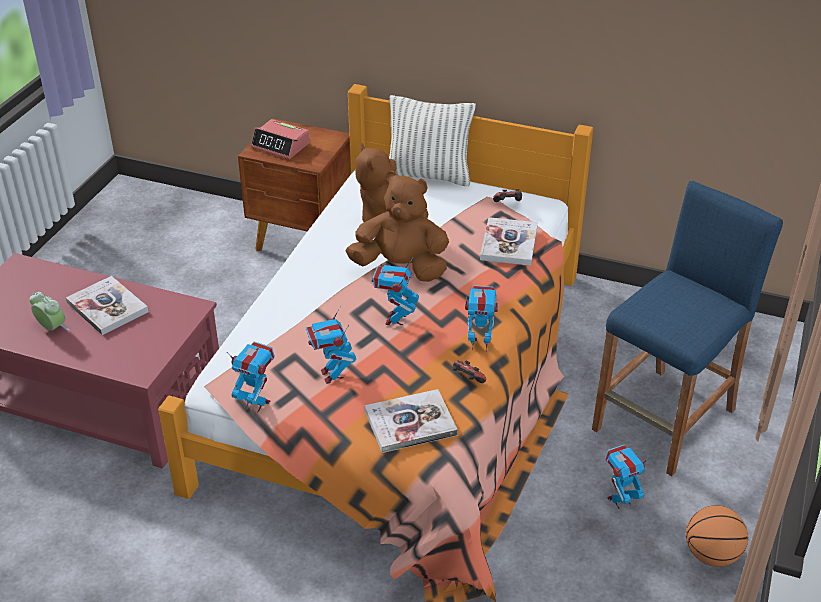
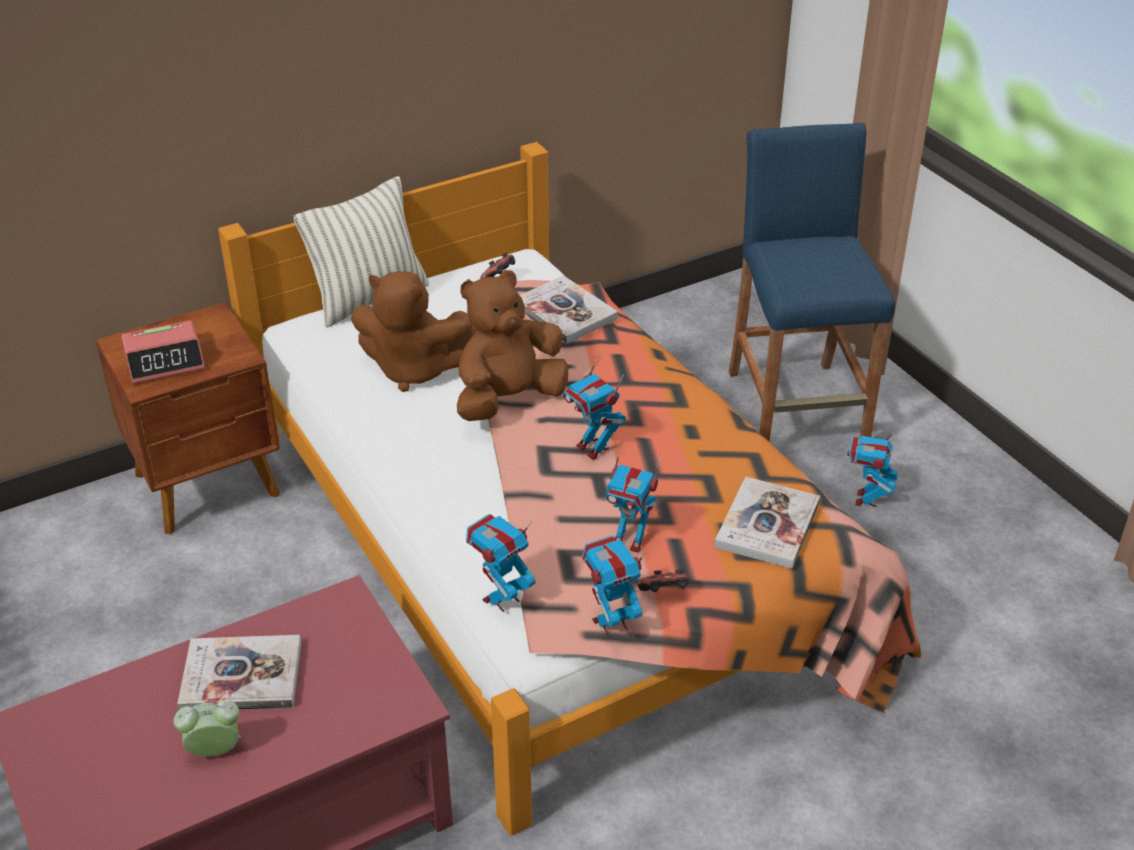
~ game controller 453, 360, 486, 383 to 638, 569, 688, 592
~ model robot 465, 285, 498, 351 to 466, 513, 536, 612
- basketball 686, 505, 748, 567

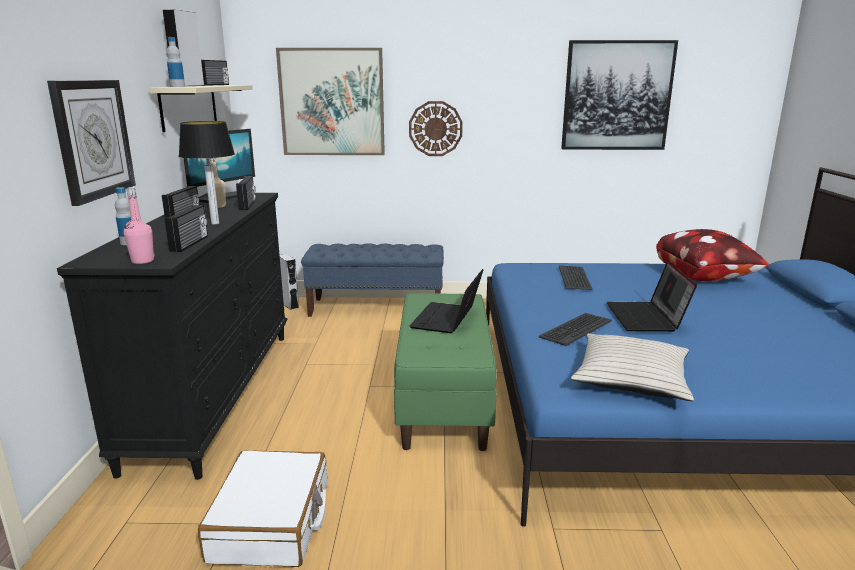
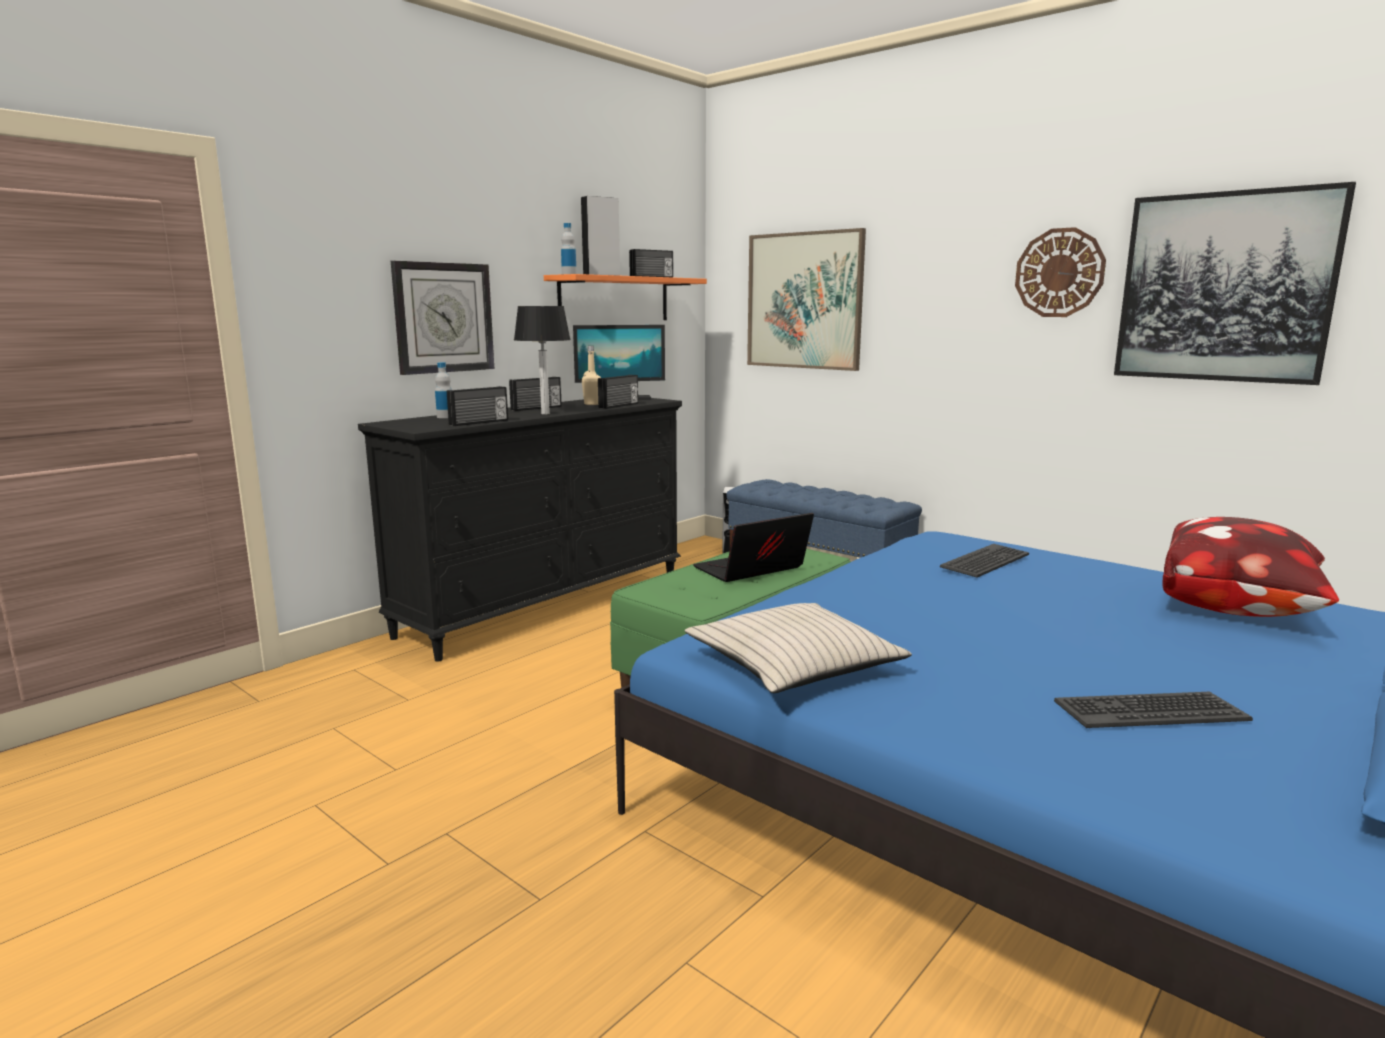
- pinkish drink bottle 124, 187, 154, 264
~ beige-coloured bracket shelf 149, 85, 253, 132 to orange-coloured bracket shelf 544, 274, 707, 320
- white-coloured travel case 198, 450, 327, 567
~ wall clock 409, 101, 463, 156 to 1015, 227, 1106, 317
~ PC keyboard 539, 313, 612, 346 to 1054, 692, 1253, 728
- laptop 606, 261, 697, 332

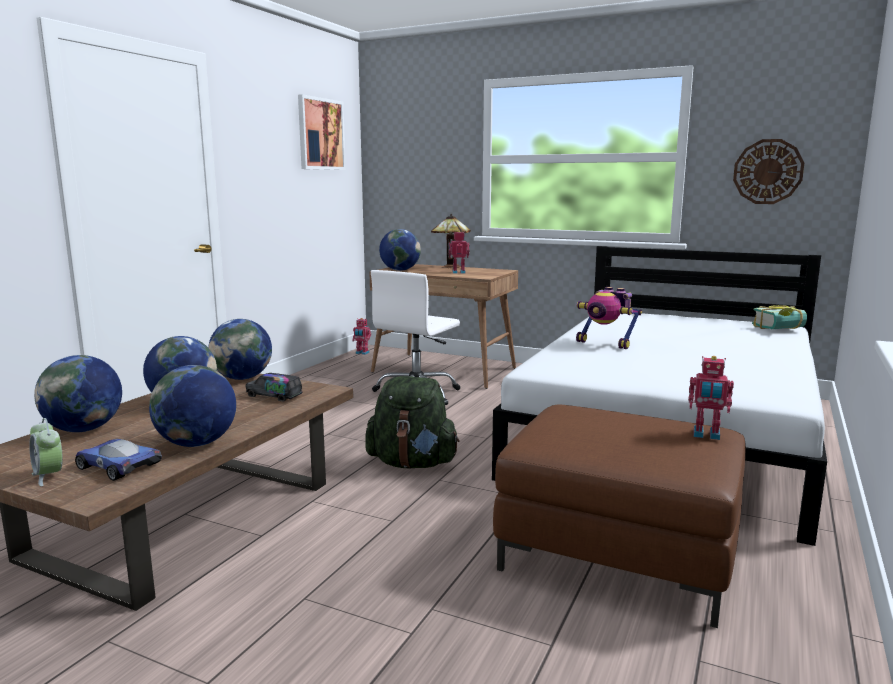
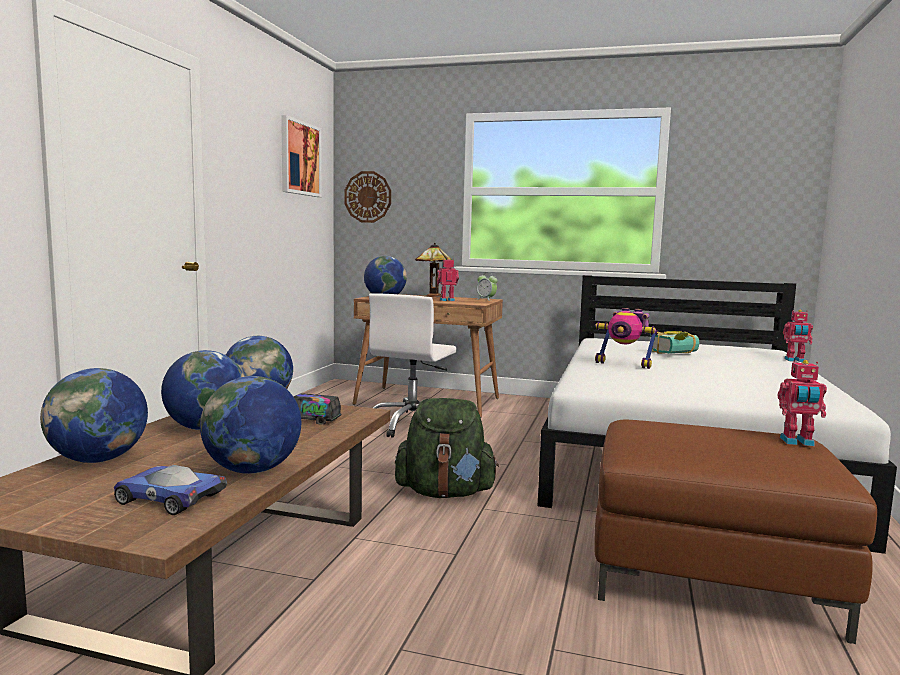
~ alarm clock 29, 418, 63, 486 to 477, 274, 497, 301
~ model robot 352, 318, 371, 355 to 783, 310, 813, 362
~ wall clock 733, 139, 804, 204 to 344, 171, 391, 223
~ book 752, 305, 807, 329 to 650, 331, 700, 354

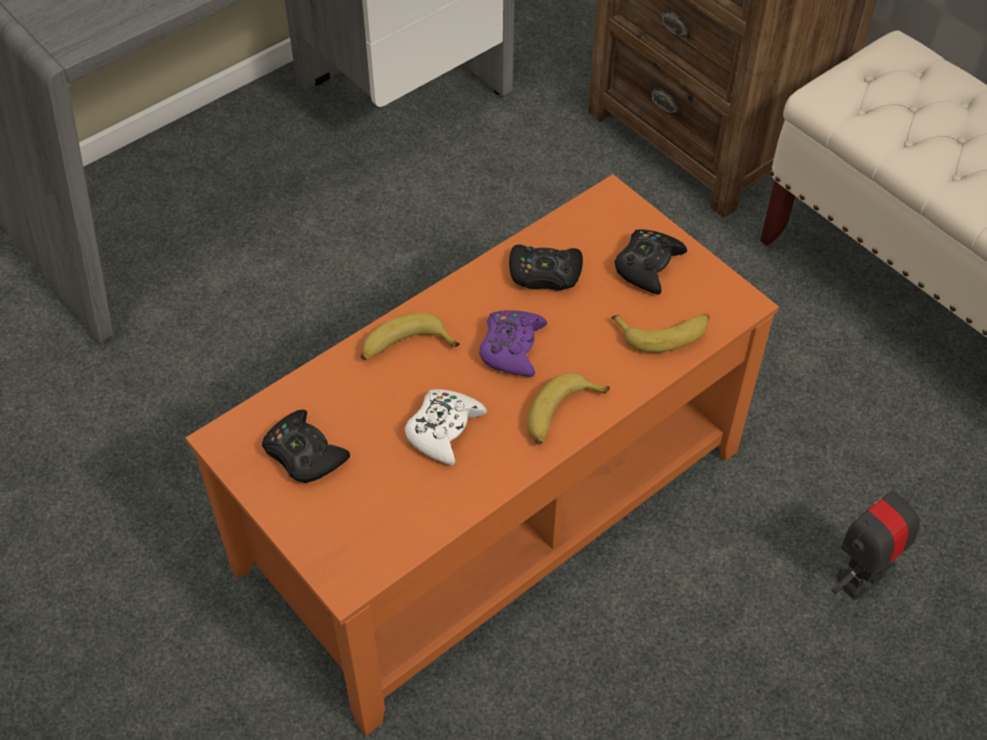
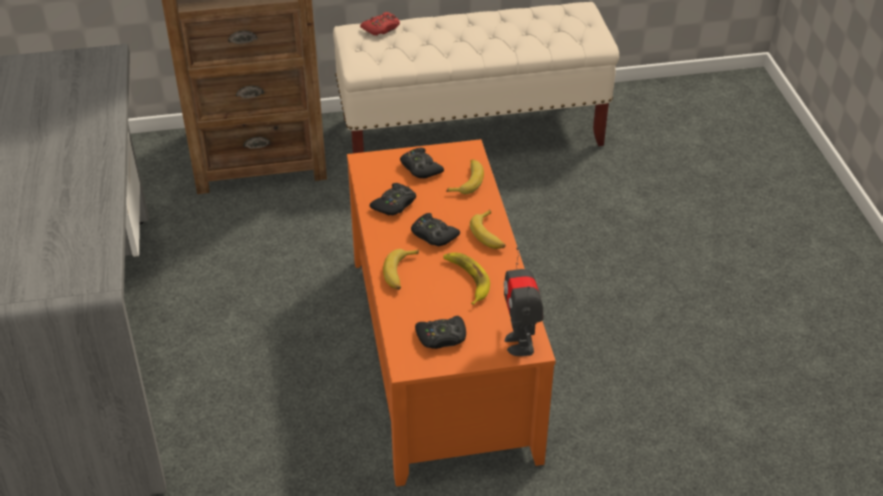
~ white-coloured game controller 405, 389, 487, 465 to whole banana 443, 253, 490, 305
~ purple-coloured game controller 479, 310, 547, 377 to blackish game controller 411, 213, 460, 246
~ model robot 832, 477, 922, 600 to 504, 247, 543, 356
+ red game controller 360, 12, 400, 36

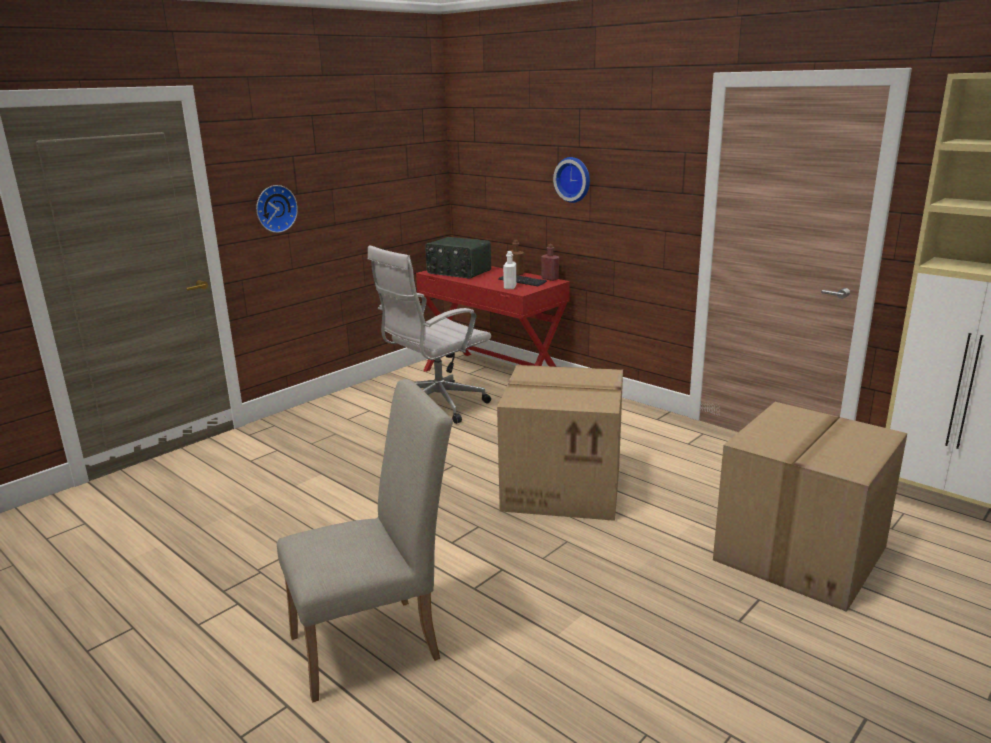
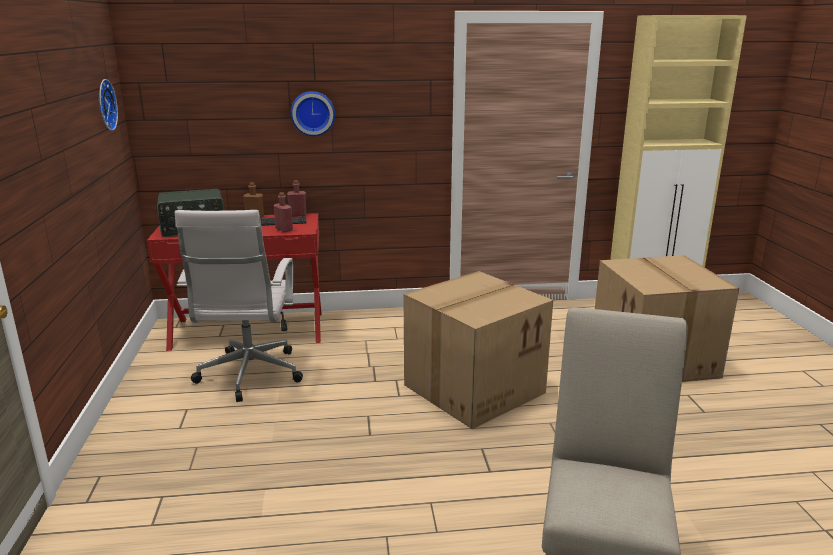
~ wall clock 256, 185, 298, 233 to 99, 79, 118, 131
~ white-coloured drink bottle 503, 251, 516, 289 to red drink bottle 274, 192, 293, 232

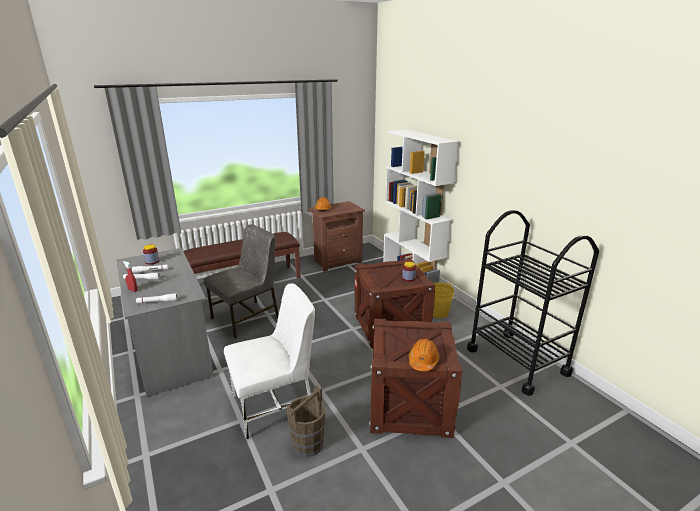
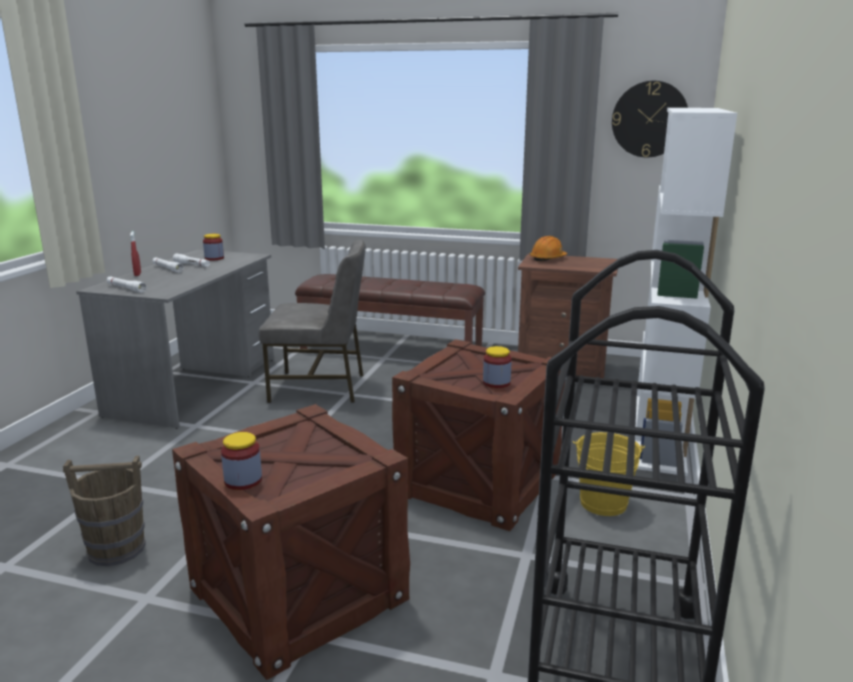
- white-coloured plain chair 224, 283, 315, 440
~ orange-coloured work helmet 409, 339, 439, 371 to jar 221, 432, 262, 490
+ wall clock 612, 81, 688, 157

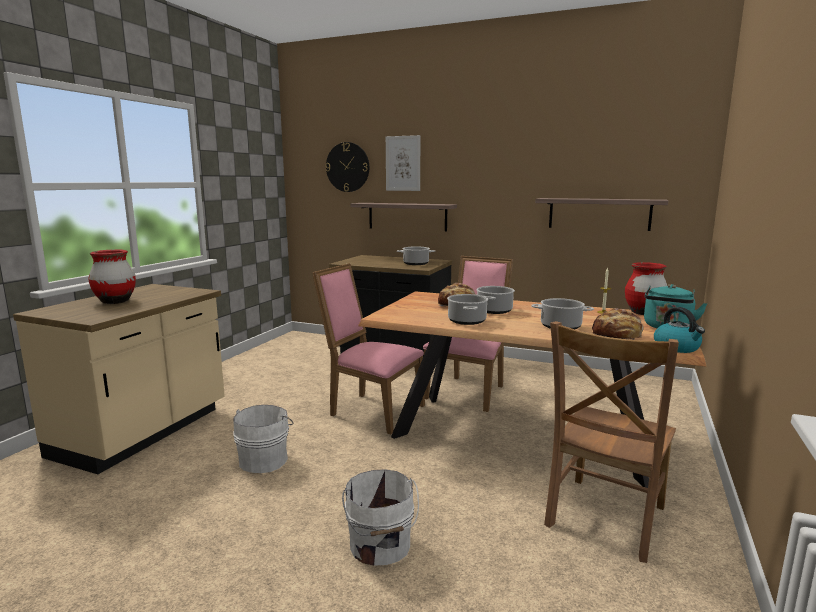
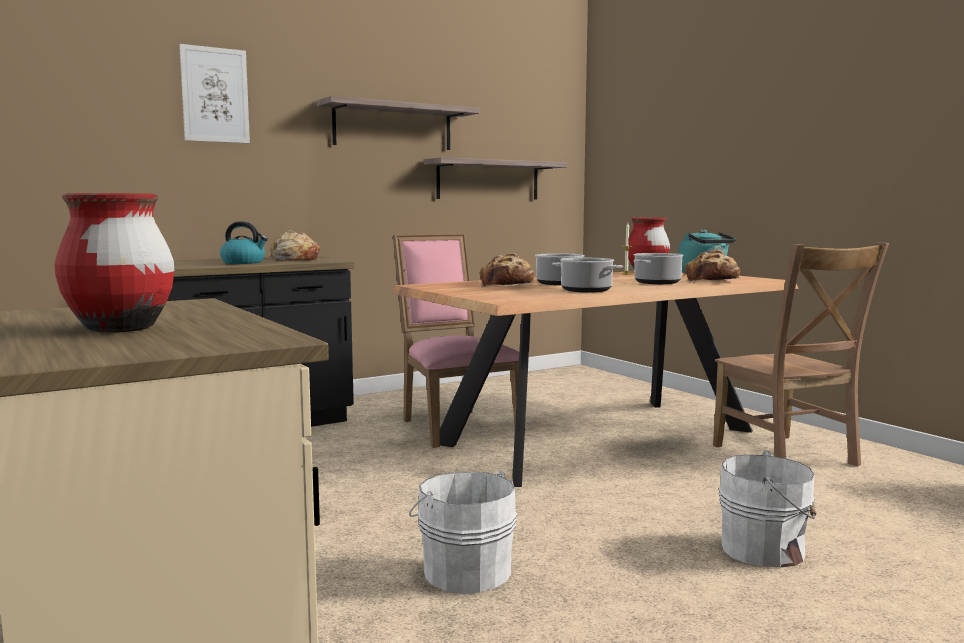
- pinkish plain chair 312, 263, 425, 434
- wall clock 325, 142, 369, 192
~ bracket shelf 350, 203, 457, 231 to 316, 96, 480, 150
~ saucepot 397, 246, 435, 265 to baked bread 270, 230, 320, 261
~ water kettle 654, 307, 705, 353 to 220, 221, 268, 264

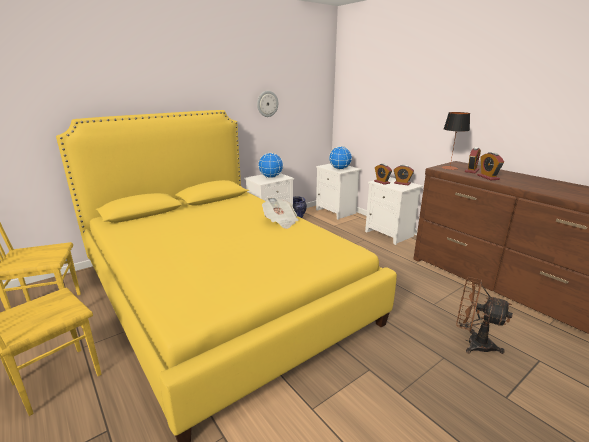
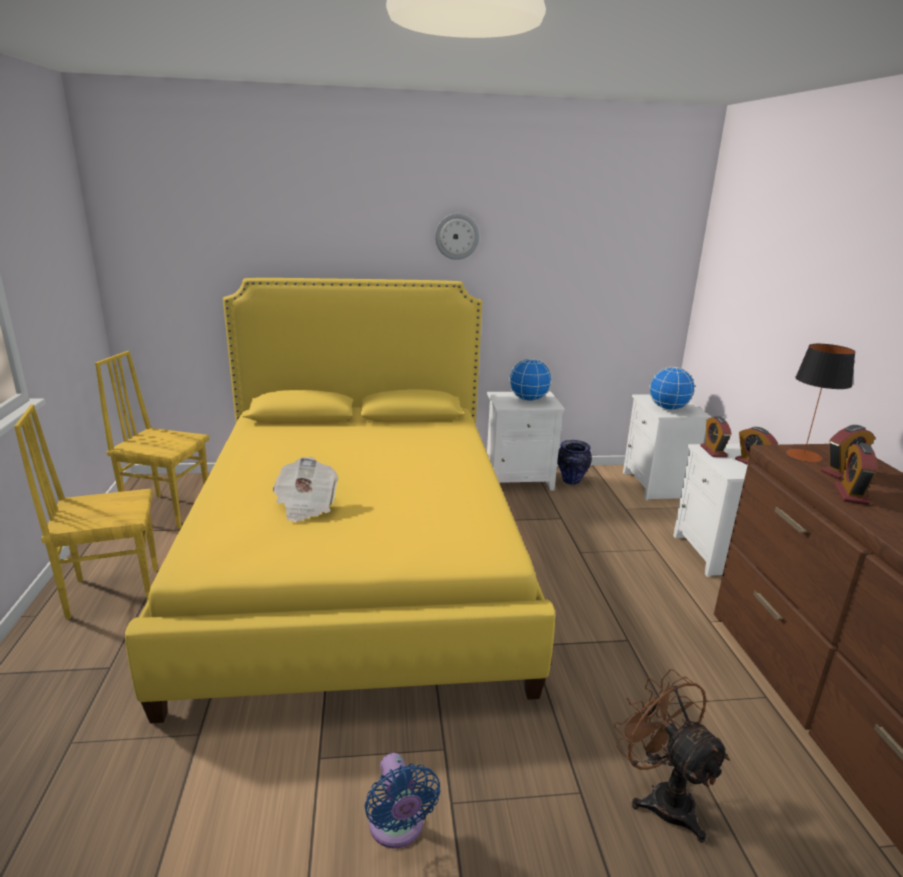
~ wall clock 257, 91, 278, 117 to 435, 213, 480, 260
~ printed paper 262, 197, 299, 229 to 273, 457, 338, 522
+ bluish cooling fan 364, 753, 440, 849

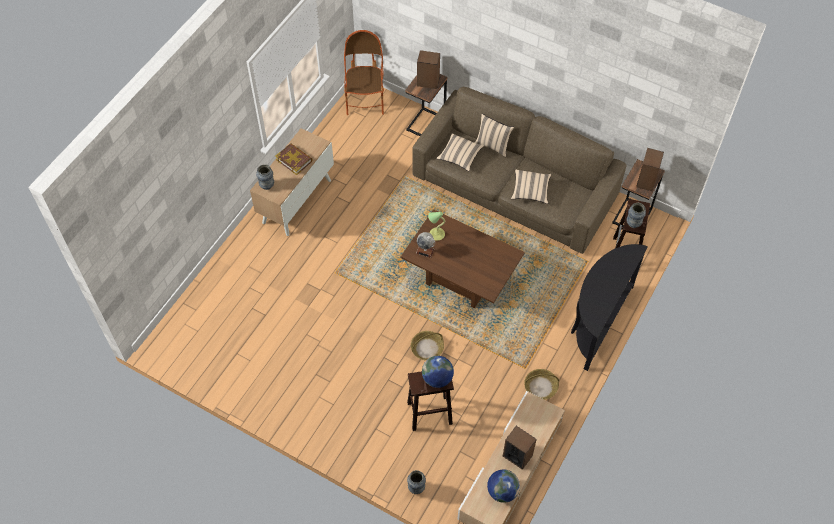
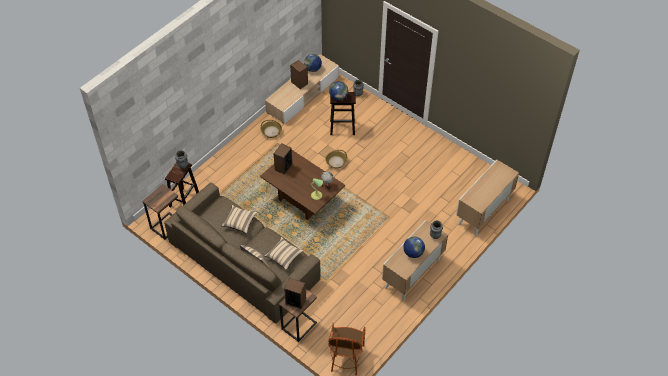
~ book 275, 143, 313, 175 to globe 403, 237, 425, 258
- blackish hall table 571, 244, 648, 371
~ loudspeaker 636, 148, 664, 191 to 274, 143, 292, 174
+ cabinet 456, 160, 519, 236

